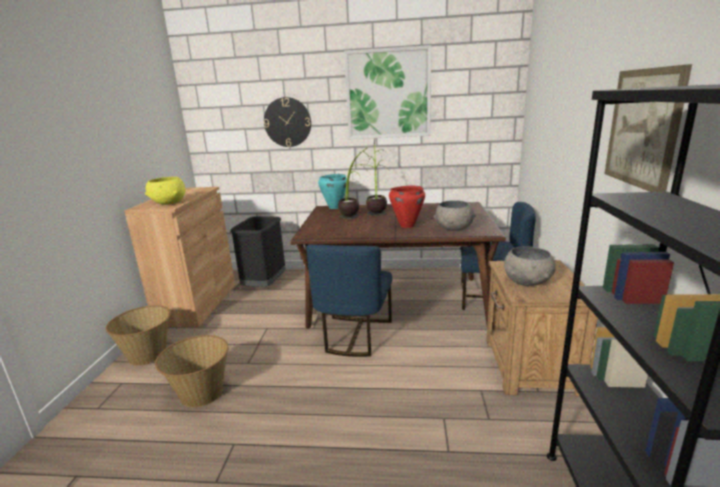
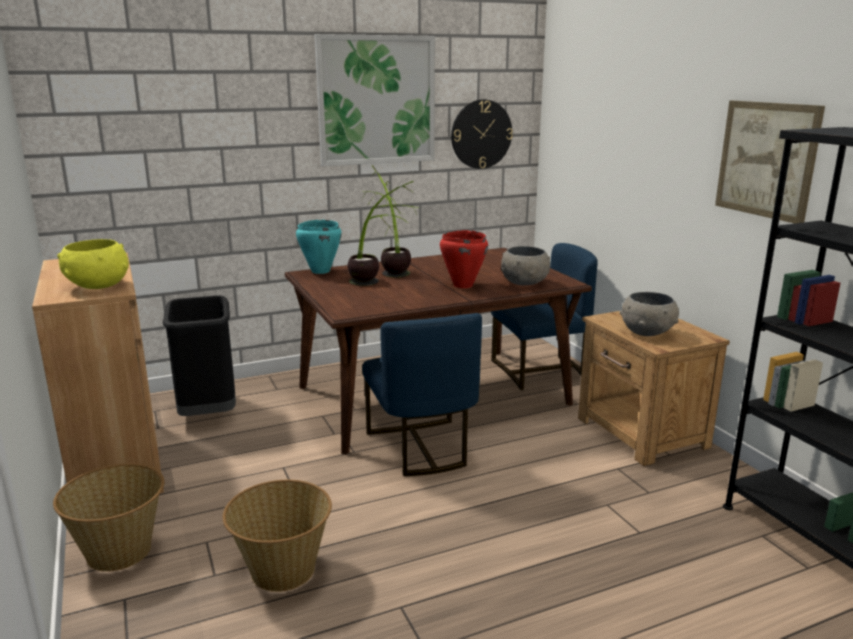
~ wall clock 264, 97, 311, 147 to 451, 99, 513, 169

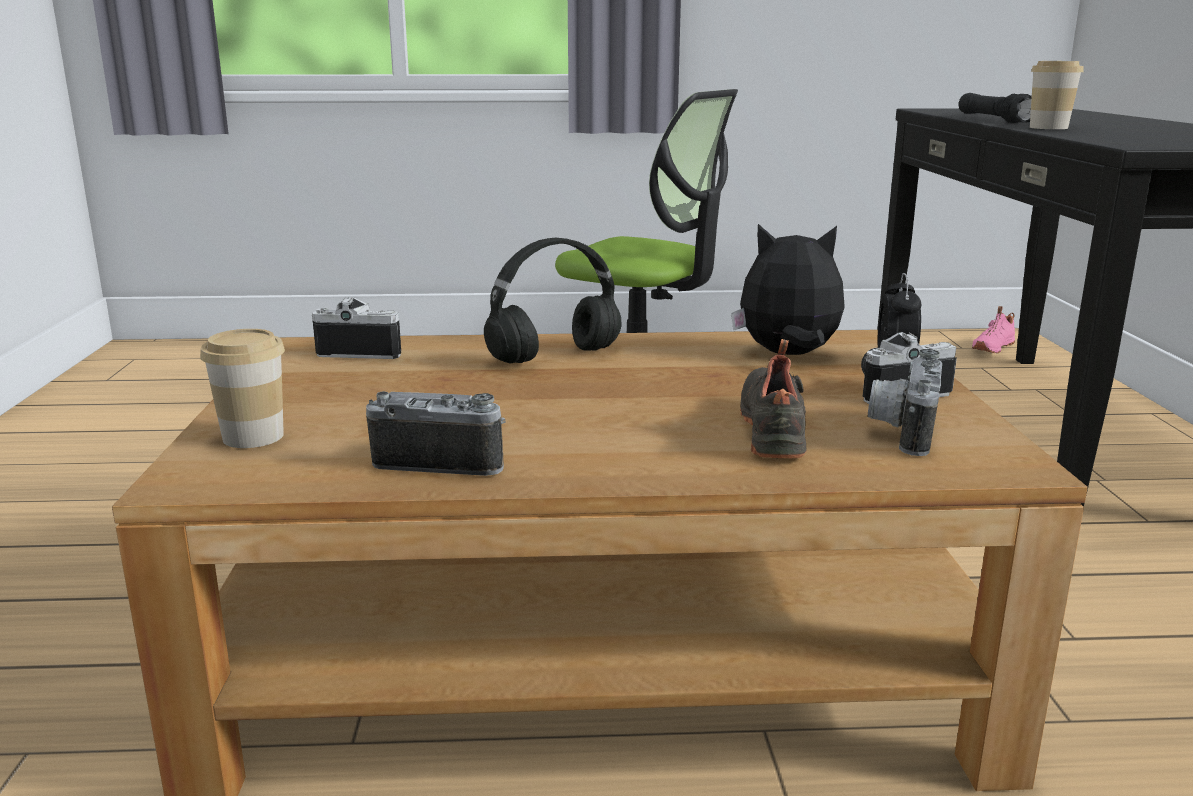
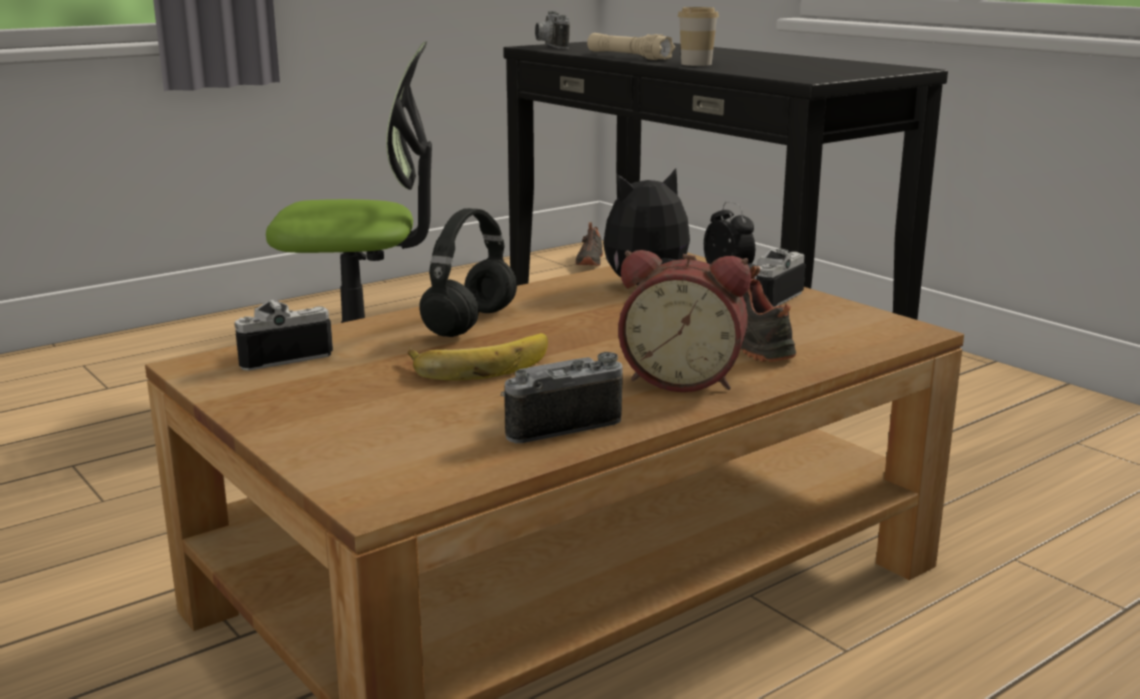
- small cup 200, 329, 285, 448
~ photo camera 868, 349, 942, 456 to 535, 11, 570, 49
~ blackish flashlight 959, 93, 1032, 123 to beige-coloured flashlight 587, 33, 675, 60
~ pinkish low shoe 972, 306, 1015, 353 to blackish low shoe 576, 222, 603, 266
+ whole banana 408, 333, 548, 381
+ alarm clock 618, 250, 751, 392

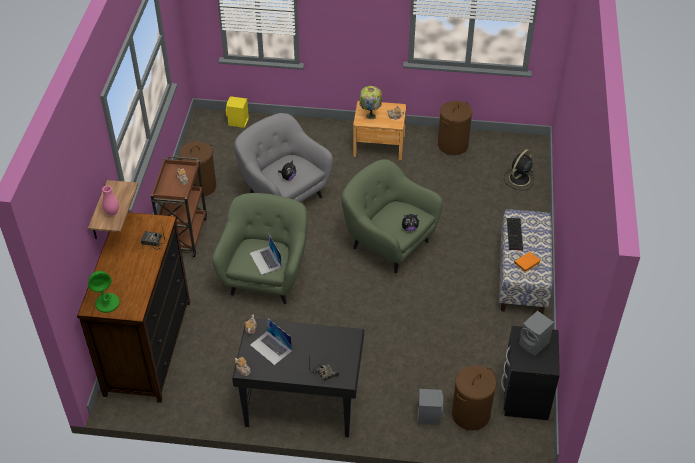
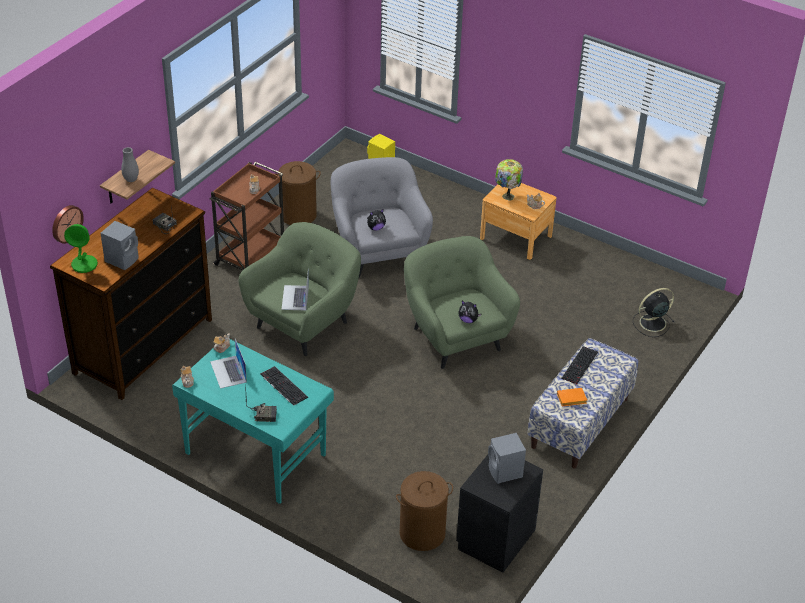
~ pinkish decorative vase 102, 186, 119, 216 to gray decorative vase 121, 147, 139, 182
~ blackish desk 232, 318, 364, 438 to turquoise desk 172, 339, 334, 504
~ gray loudspeaker 418, 389, 443, 425 to 101, 221, 139, 270
- brown laundry basket 438, 101, 472, 155
+ wall clock 52, 205, 84, 244
+ PC keyboard 261, 366, 308, 406

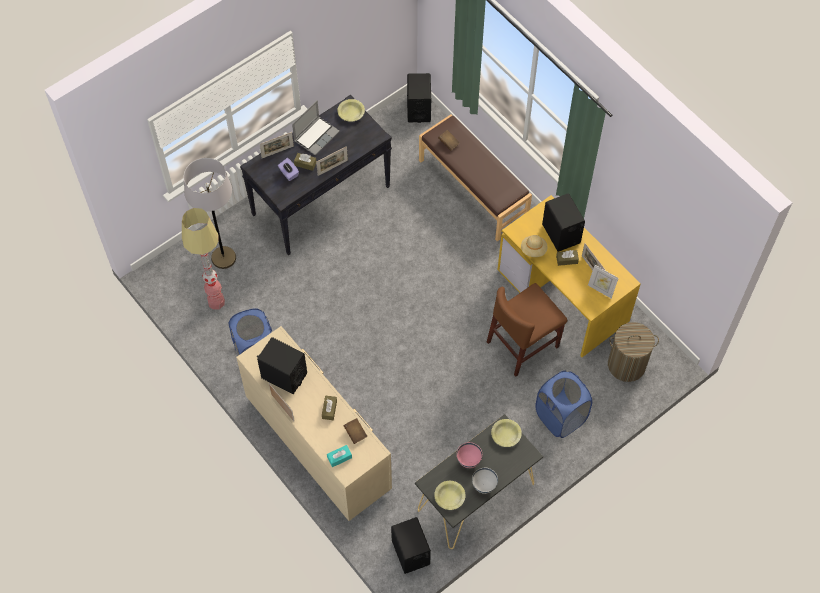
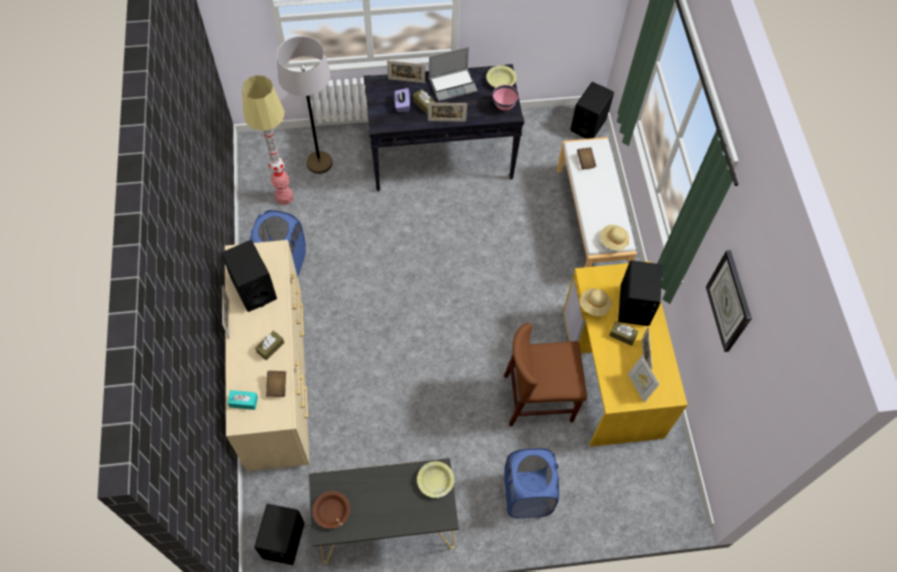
~ brown indoor bench 419, 114, 532, 241 to white-coloured indoor bench 557, 137, 637, 267
~ yellowish serving bowl 434, 481, 465, 510 to brown serving bowl 312, 491, 350, 529
~ pinkish serving bowl 457, 442, 482, 468 to 493, 85, 519, 110
- white-coloured serving bowl 472, 468, 498, 494
- laundry basket 608, 322, 659, 382
+ beige-coloured wearable hat 601, 225, 629, 251
+ wall clock 706, 250, 752, 352

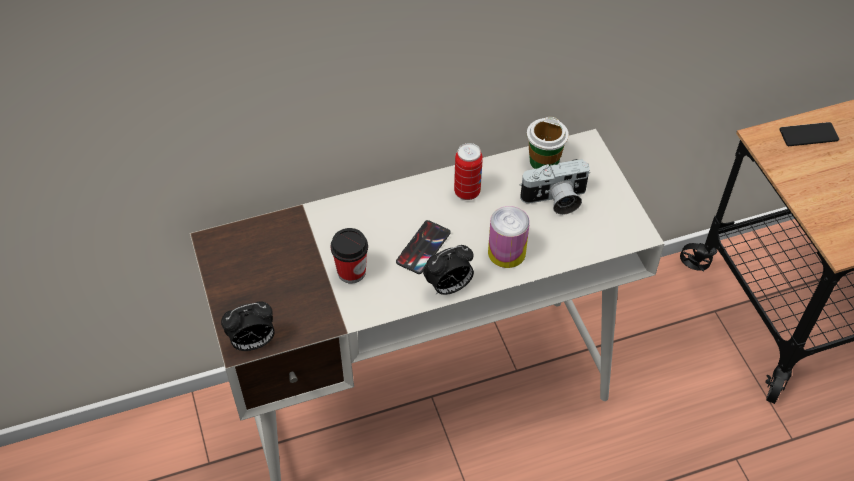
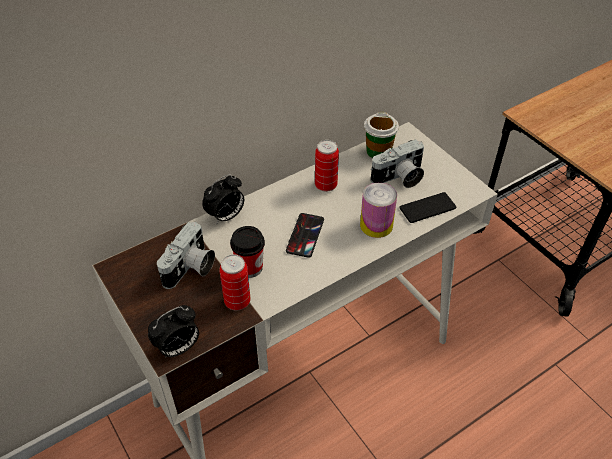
~ alarm clock 423, 245, 474, 295 to 202, 174, 244, 224
~ telephone 779, 122, 839, 146 to 399, 192, 456, 223
+ photo camera 157, 222, 215, 289
+ sealed can 219, 255, 251, 311

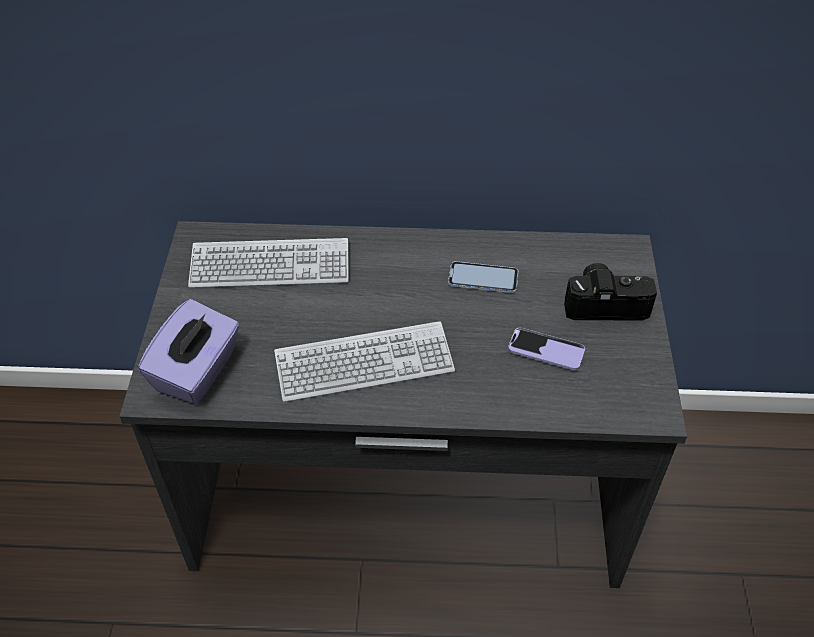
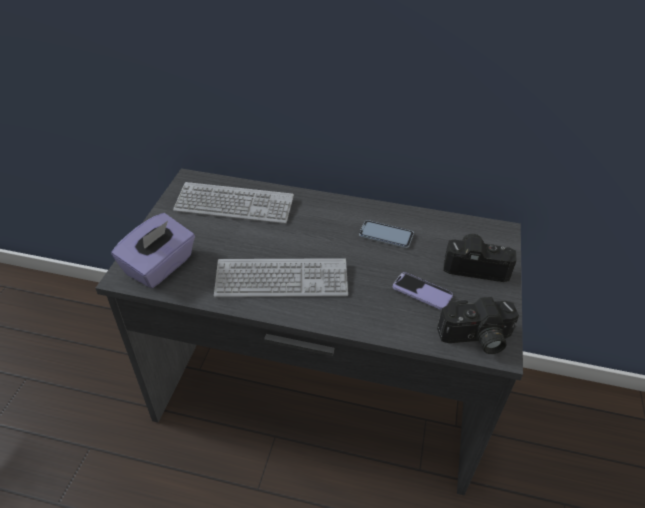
+ photo camera 437, 297, 519, 354

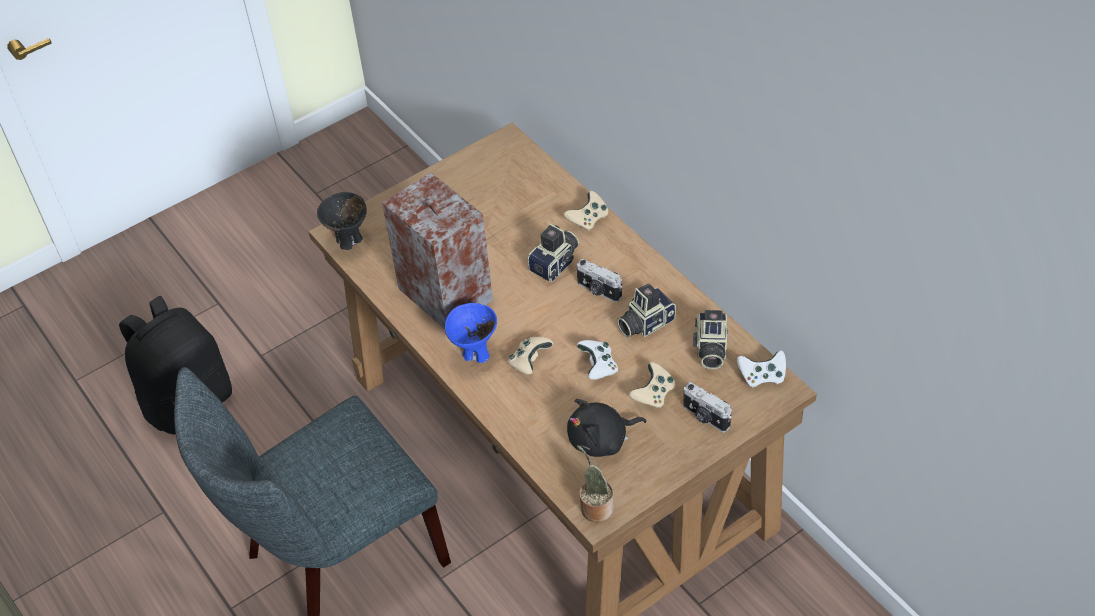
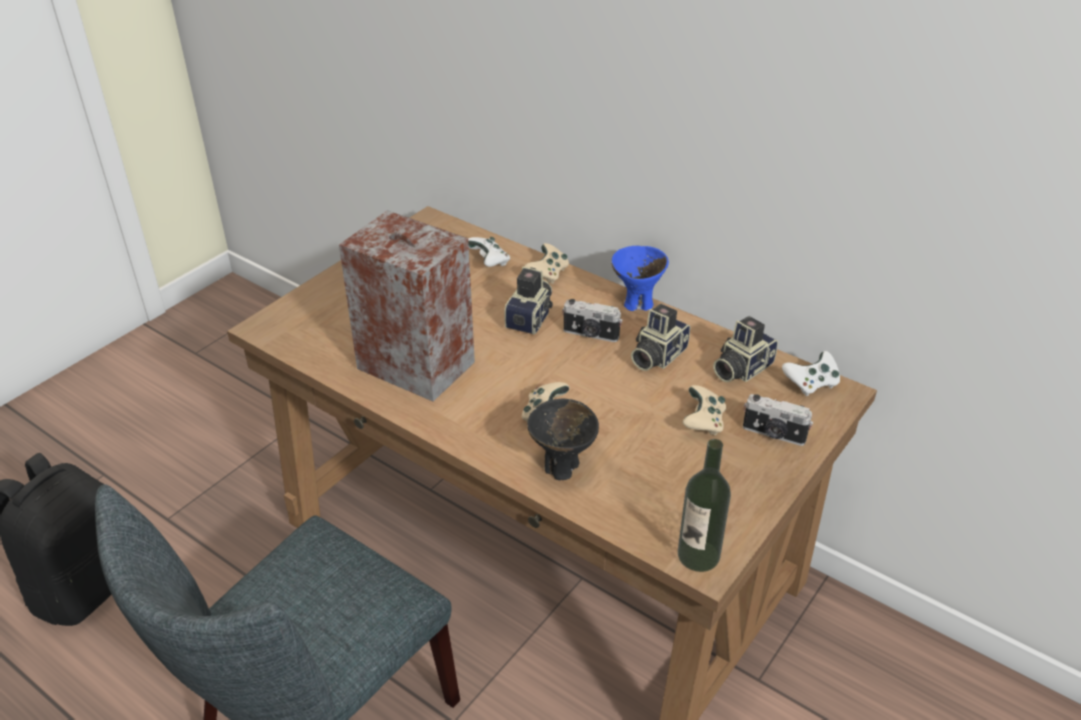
~ blackish serving bowl 317, 192, 367, 250 to 527, 399, 599, 480
~ bluish serving bowl 445, 303, 497, 363 to 611, 246, 669, 311
- blackish soft toy 567, 399, 647, 457
~ white-coloured game controller 577, 340, 618, 380 to 468, 237, 510, 267
~ potted plant 577, 445, 614, 522 to drink bottle 678, 439, 731, 572
~ photo camera 693, 310, 728, 369 = 713, 316, 778, 382 60 degrees clockwise

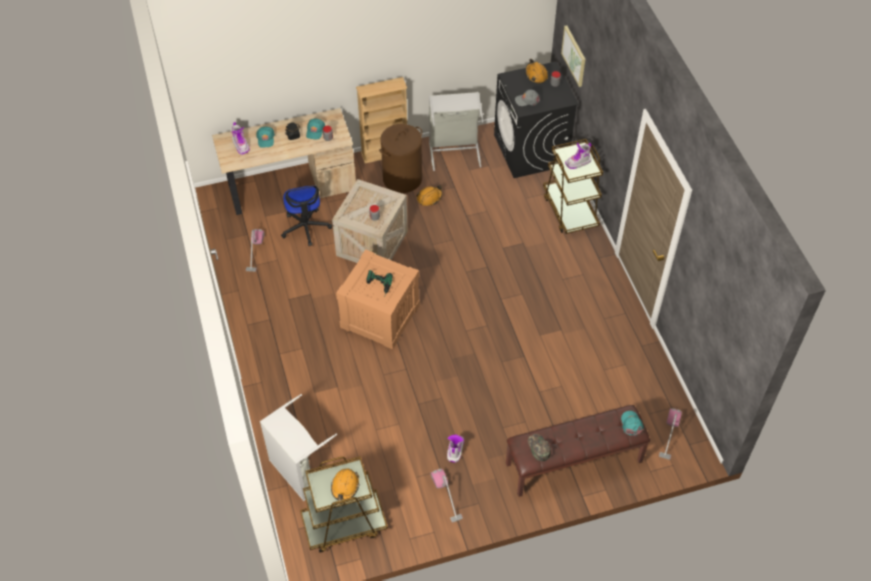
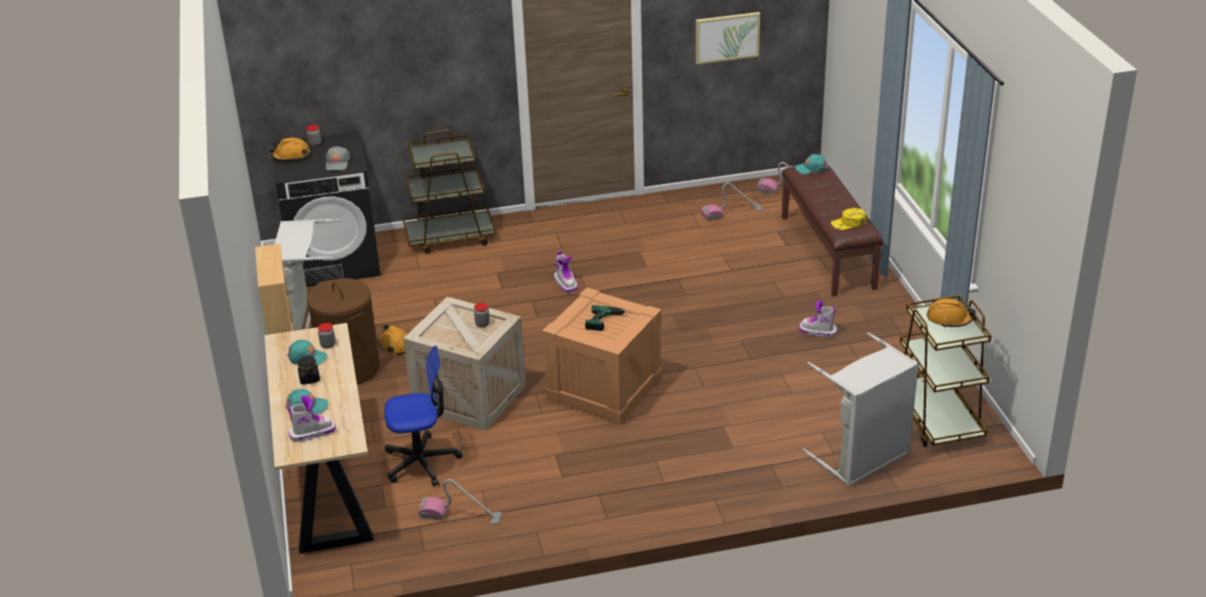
~ vacuum 431, 469, 463, 523 to 701, 182, 763, 221
~ green cap 528, 434, 551, 461 to yellowish cap 831, 208, 867, 230
~ wall picture 561, 25, 585, 87 to 696, 12, 760, 64
~ tall boot 565, 143, 592, 169 to 554, 251, 578, 293

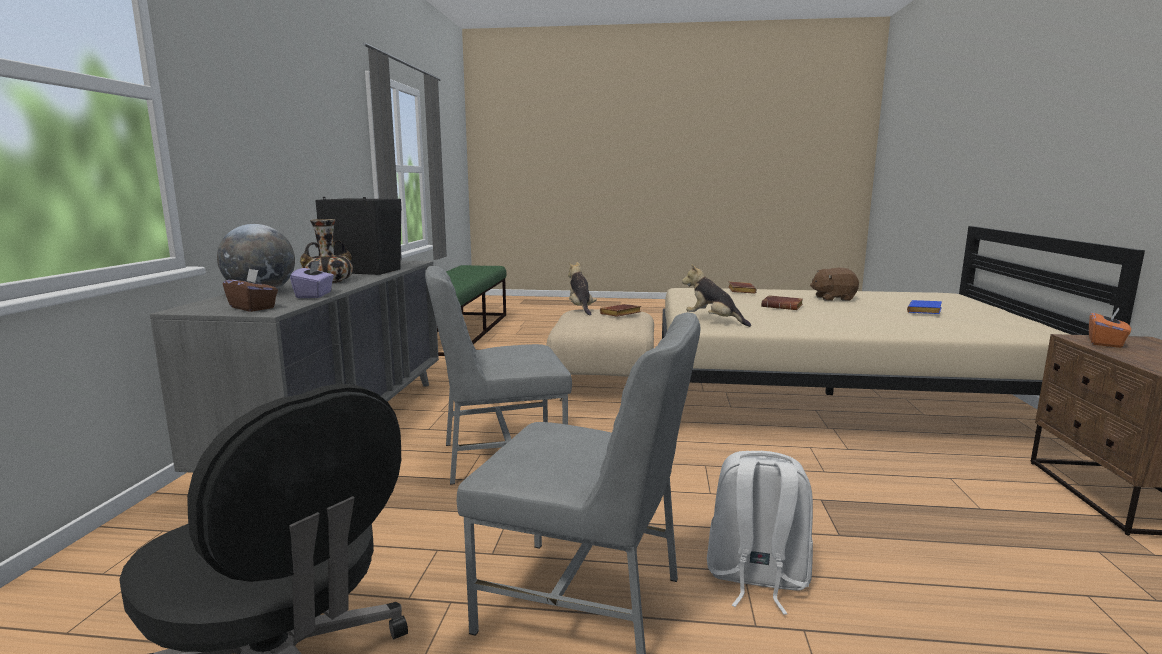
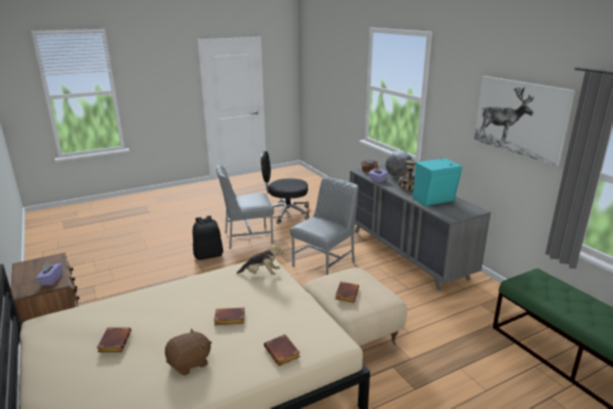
~ blackish loudspeaker 315, 197, 402, 275 to turquoise loudspeaker 413, 157, 462, 206
- soft toy 568, 262, 597, 316
~ white-coloured knapsack 707, 451, 813, 615 to blackish knapsack 193, 216, 223, 260
~ bluish book 907, 300, 942, 314 to brown book 97, 327, 131, 352
~ orange-coloured tissue box 1089, 307, 1131, 348 to purple-coloured tissue box 36, 262, 62, 286
+ wall picture 474, 76, 575, 166

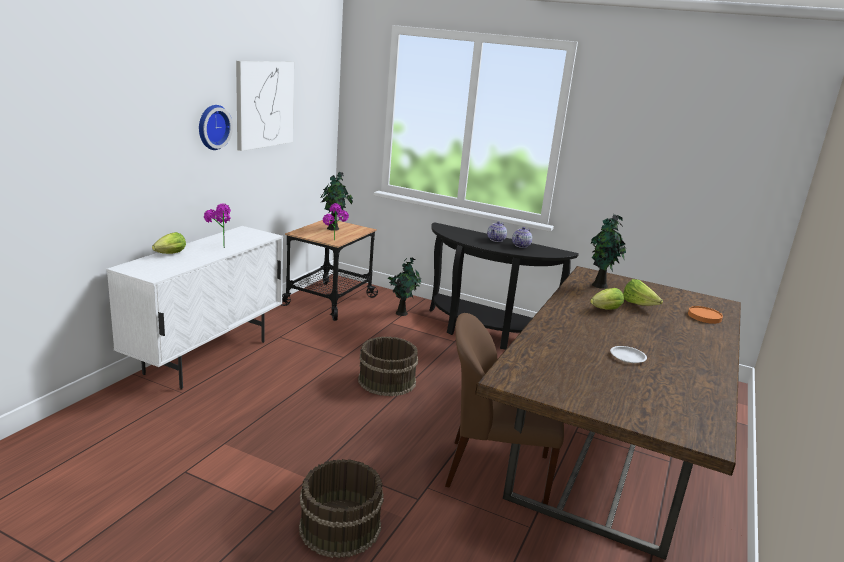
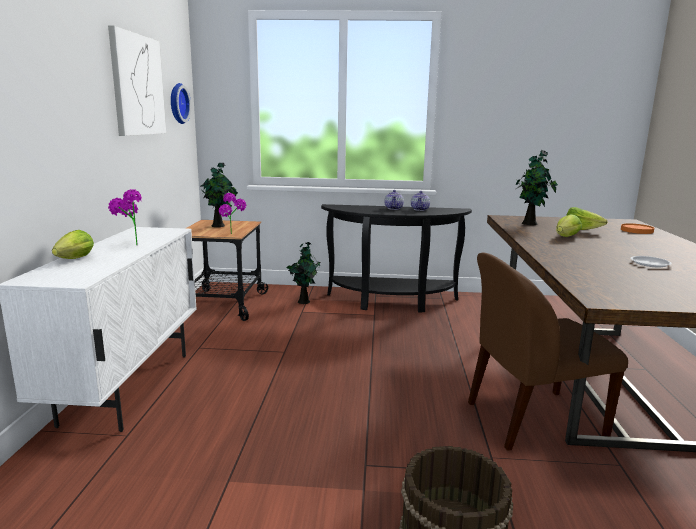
~ wall clock 199, 105, 233, 150 to 171, 83, 191, 124
- brown water bucket 358, 337, 418, 396

